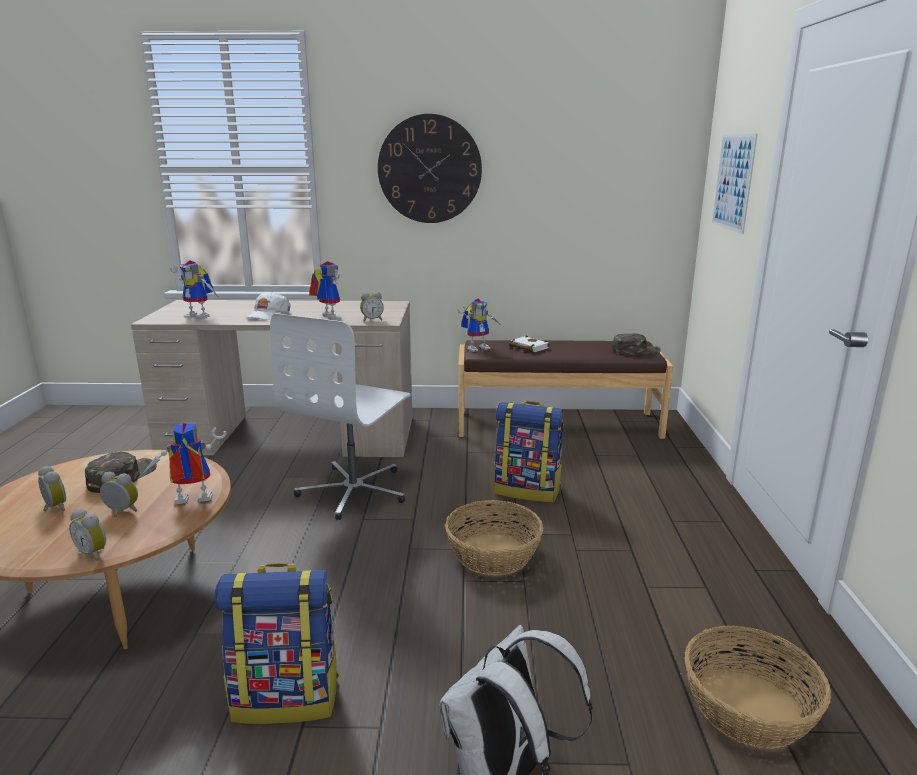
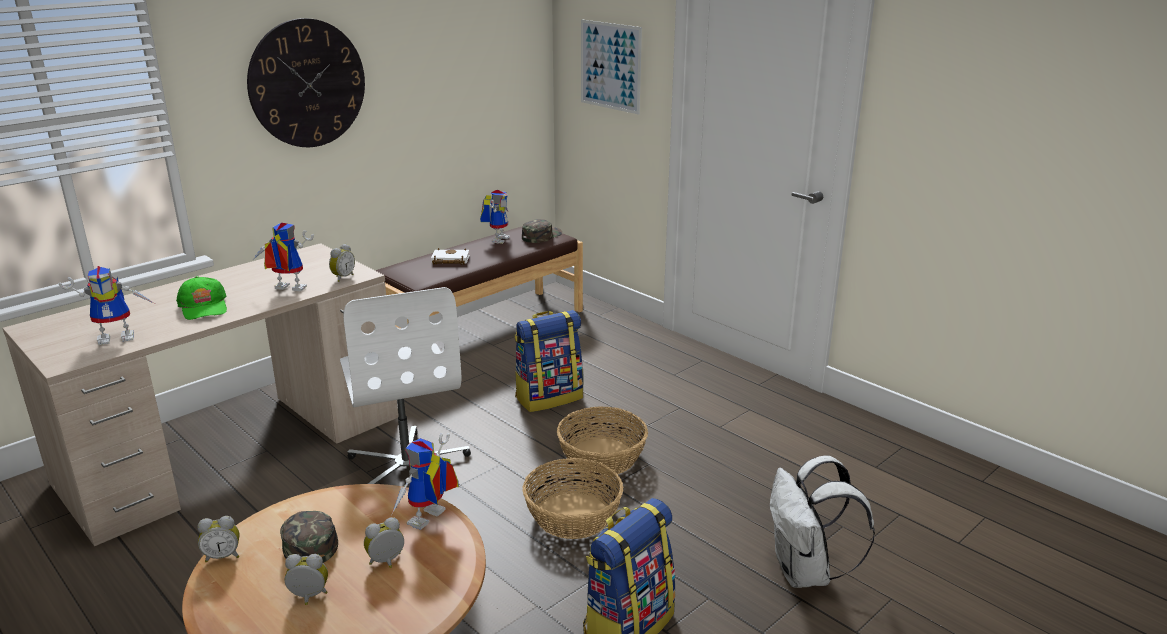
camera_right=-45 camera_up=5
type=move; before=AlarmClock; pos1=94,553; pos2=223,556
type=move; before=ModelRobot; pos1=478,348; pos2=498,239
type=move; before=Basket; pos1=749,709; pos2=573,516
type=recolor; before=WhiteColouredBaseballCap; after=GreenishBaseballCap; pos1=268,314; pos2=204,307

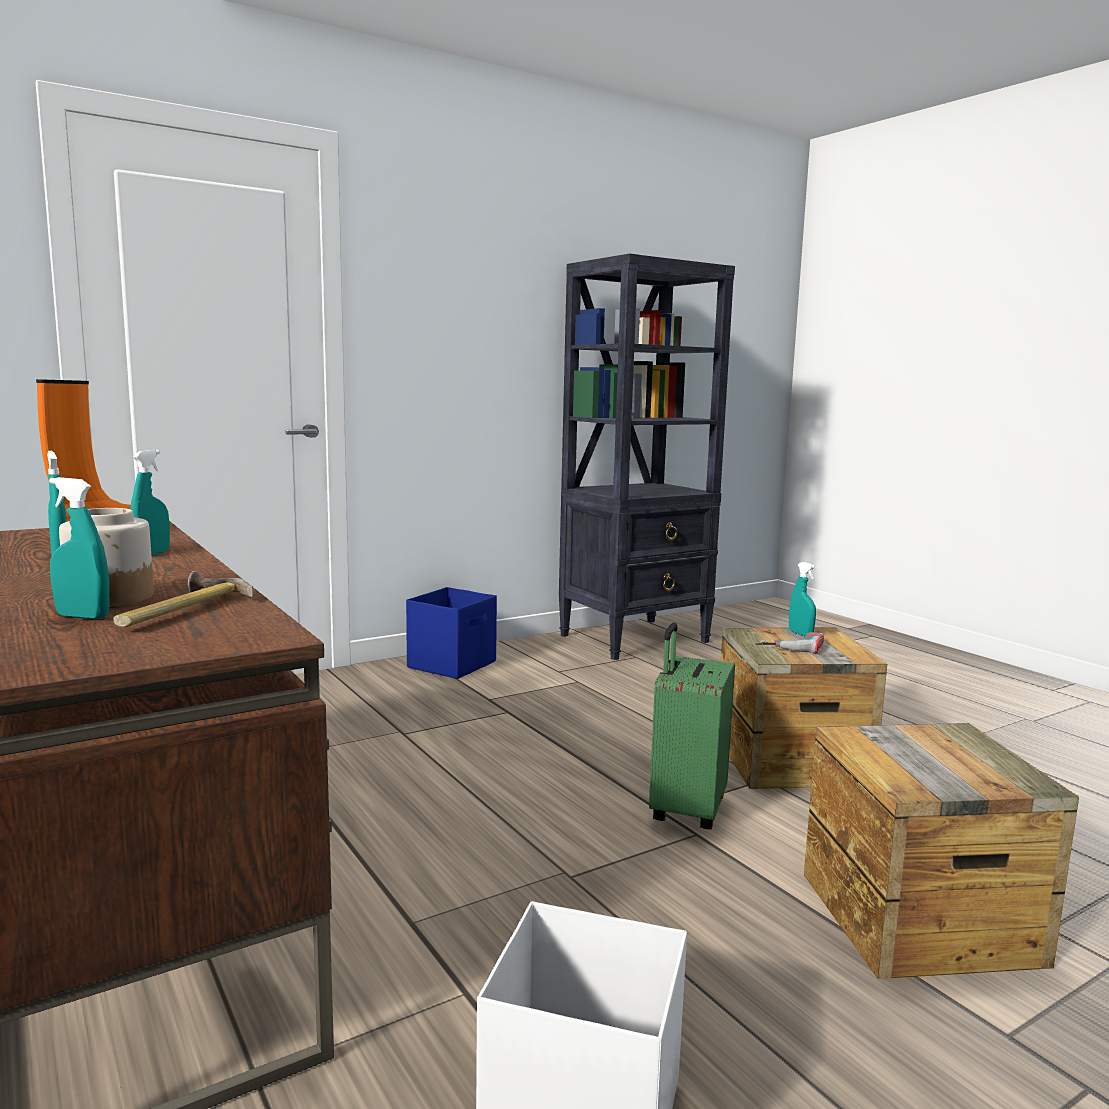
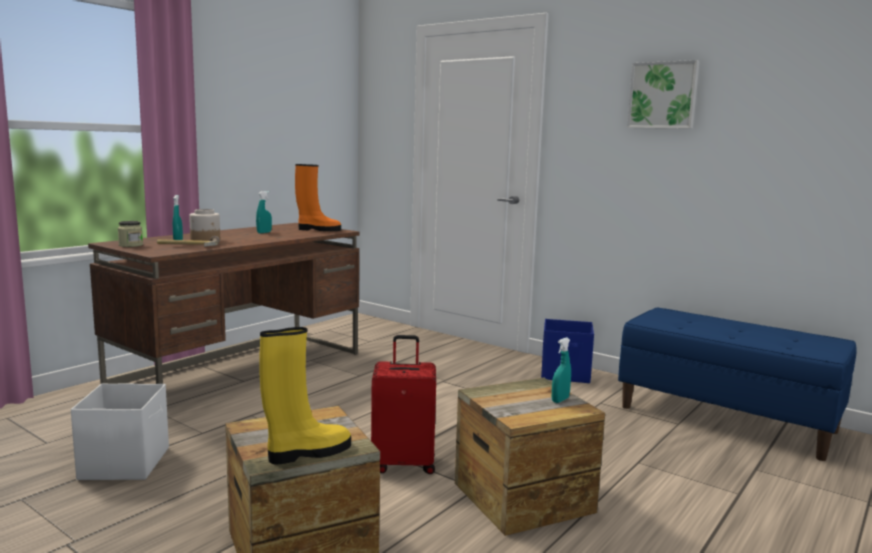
camera_right=70 camera_up=0
type=delete; before=TurquoiseColouredSprayer; pos1=152,554
type=delete; before=Drill; pos1=790,645
type=insert; after=Jar; pos2=131,245
type=insert; after=YellowishTallBoot; pos2=307,453
type=insert; after=Picture; pos2=663,95
type=replace; before=BlackColouredBookshelf; after=BlueIndoorBench; pos1=635,638; pos2=727,419
type=recolor; before=GreenishPieceOfLuggage; after=RedColouredPieceOfLuggage; pos1=685,809; pos2=404,464

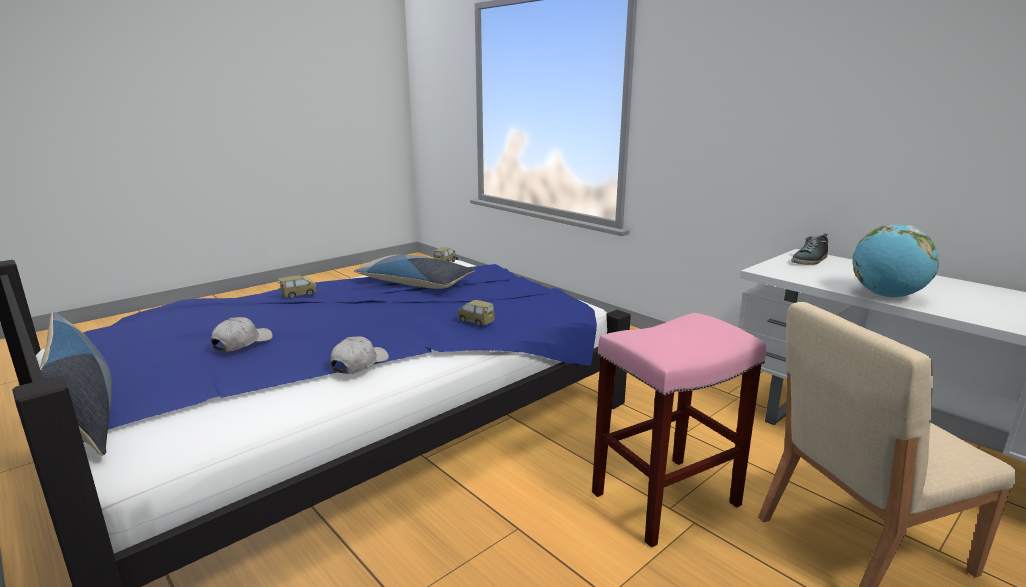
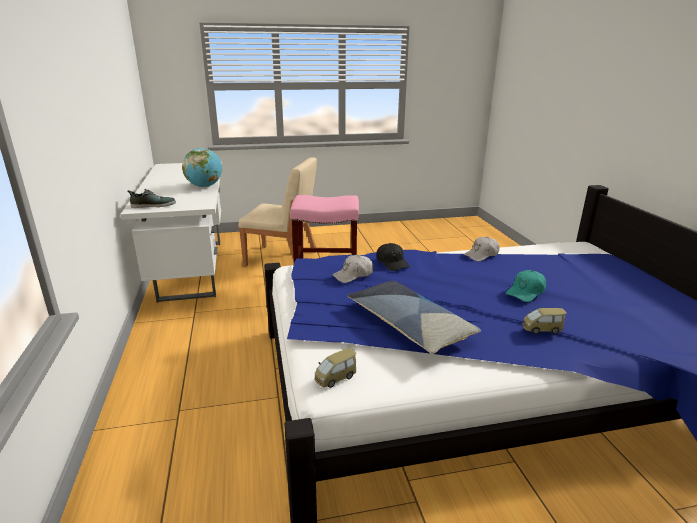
camera_right=-150 camera_up=5
type=delete; before=Cushion; pos1=87,416
type=insert; after=TurquoiseColouredBaseballCap; pos2=526,292
type=move; before=WhiteColouredBaseballCap; pos1=242,343; pos2=353,275
type=replace; before=ToyCar; after=BlackColouredBaseballCap; pos1=475,321; pos2=392,263

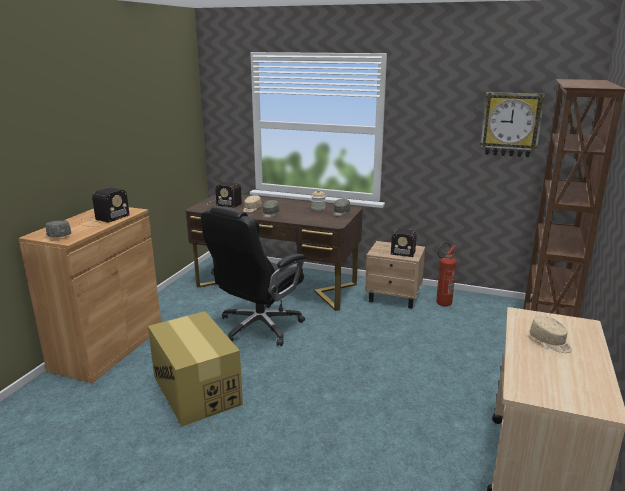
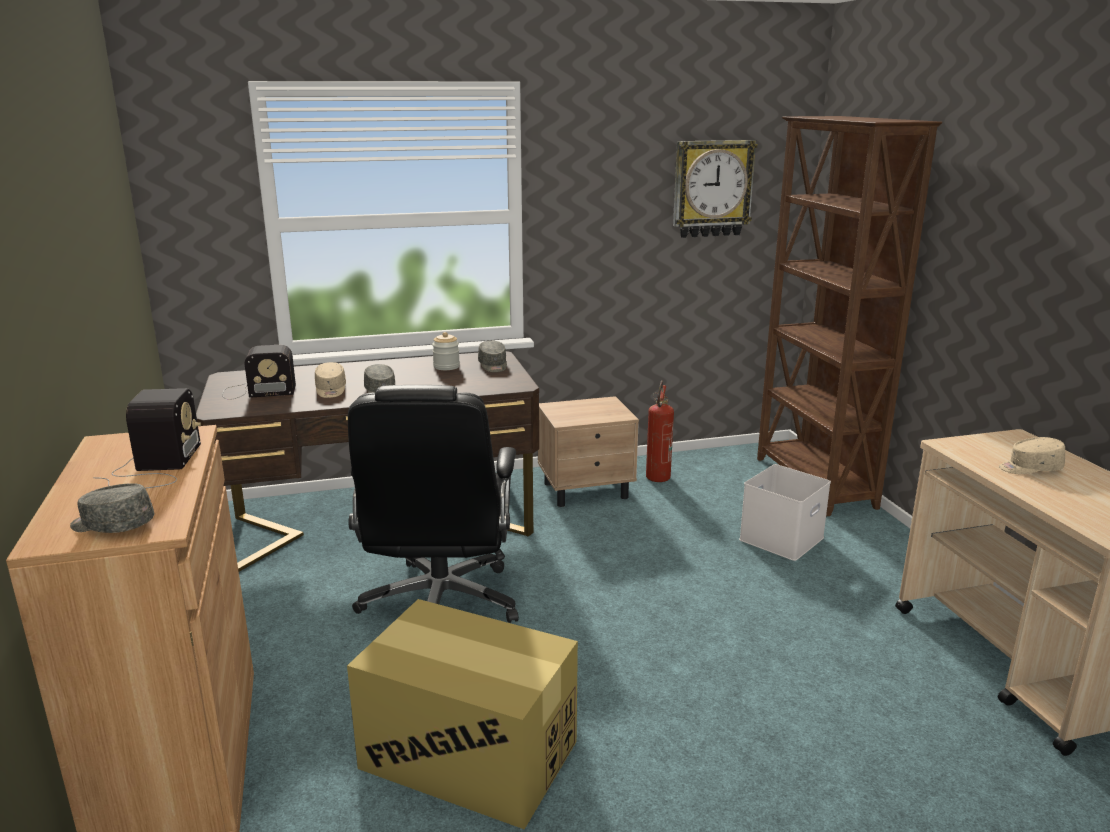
camera_right=-35 camera_up=0
type=delete; before=Radio; pos1=395,251
type=insert; after=WhiteColouredStorageContainer; pos2=781,537
type=rotate; before=BeigeBaseballCap; pos1=550,342; pos2=1029,468; turn=150

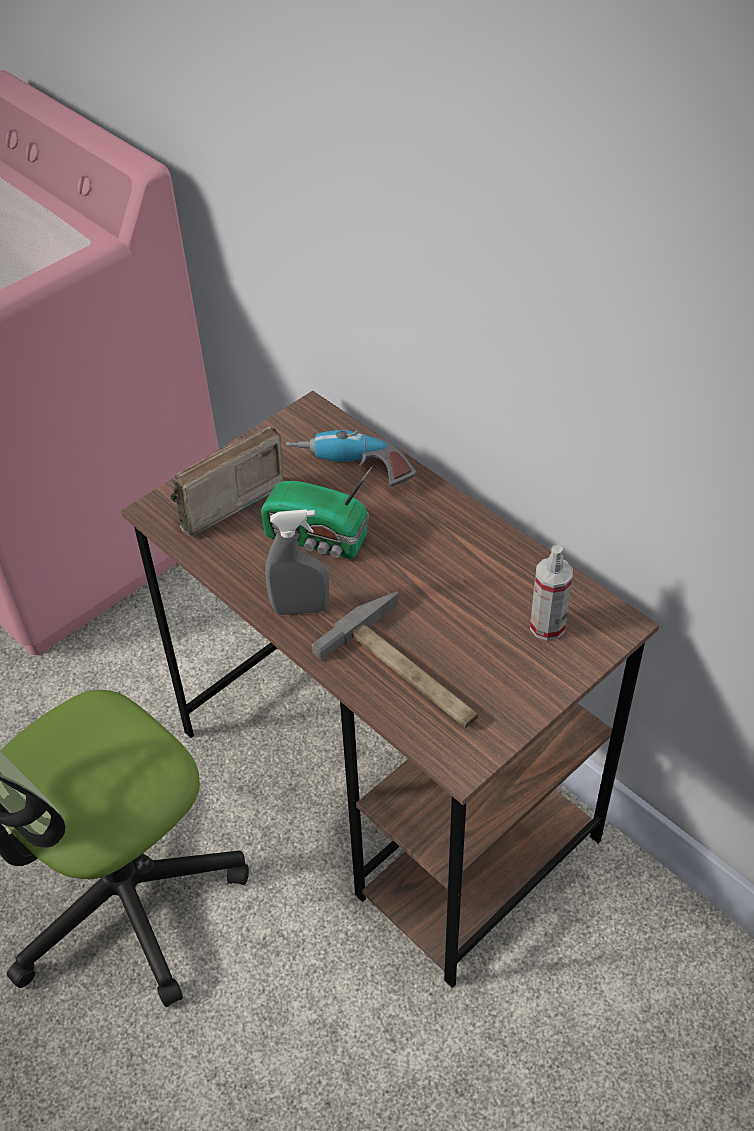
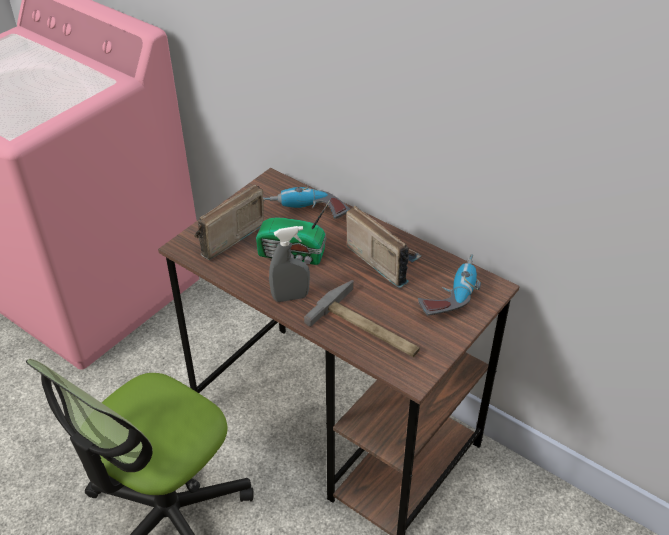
camera_right=-10 camera_up=-5
type=insert; after=Radio; pos2=383,259
type=replace; before=Sprayer; after=Drill; pos1=547,626; pos2=450,293

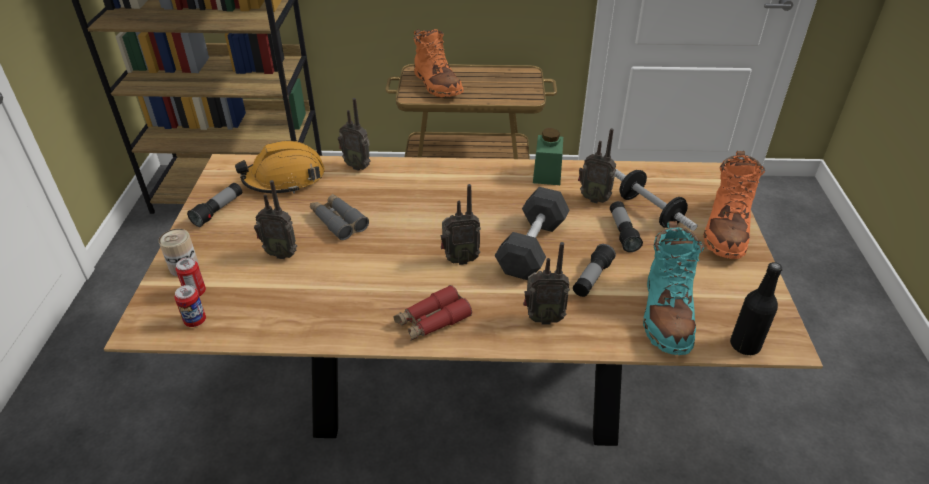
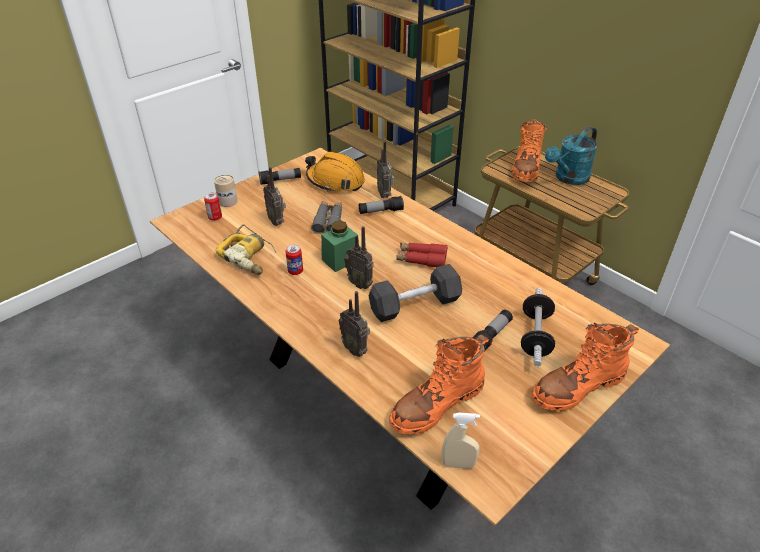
camera_right=45 camera_up=0
type=delete; before=Radio; pos1=593,198
type=insert; after=Drill; pos2=250,256
type=insert; after=TurquoiseColouredSprinklingCan; pos2=568,178
type=move; before=SealedCan; pos1=195,321; pos2=295,271
type=move; before=RedColouredFieldGlasses; pos1=432,321; pos2=421,259
type=move; before=GreenishJar; pos1=547,174; pos2=341,260
type=move; before=HandTorch; pos1=592,278; pos2=380,211
type=replace; before=BlackColouredDrinkBottle; after=BeigeSprayer; pos1=744,345; pos2=458,464
type=recolor; before=TurquoiseColouredTallBoot; after=OrangeColouredTallBoot; pos1=666,313; pos2=437,404

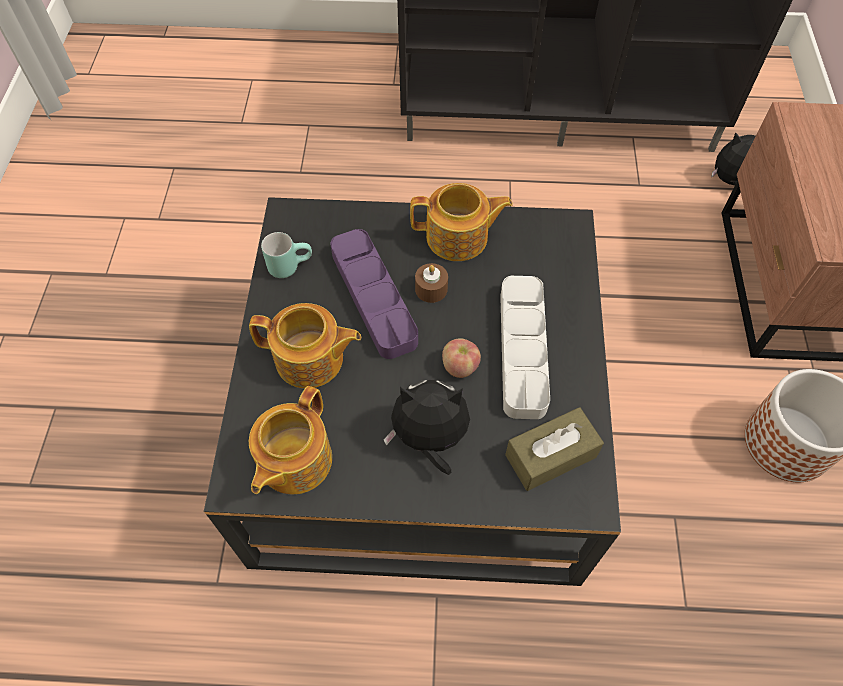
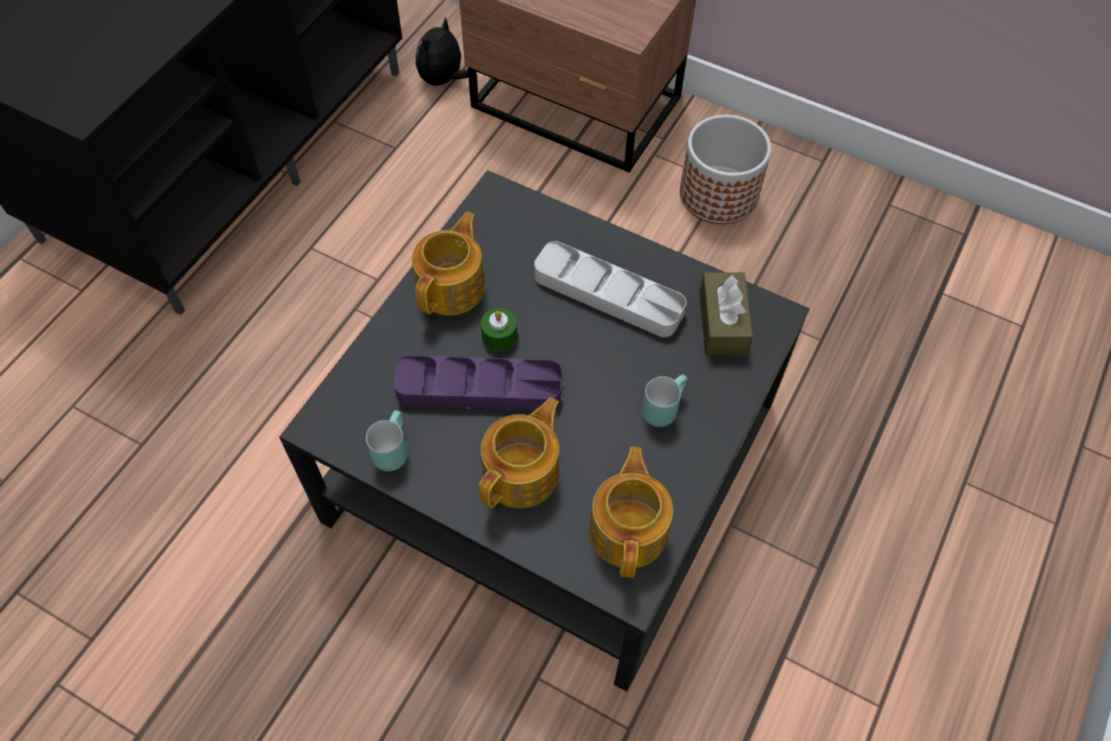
camera_right=-65 camera_up=0
type=delete; before=Apple; pos1=460,366
type=replace; before=PlushToy; after=TurquoiseColouredCoffeeMug; pos1=429,439; pos2=662,406
type=recolor; before=BrownColouredWaxLight; after=GreenishWaxLight; pos1=431,289; pos2=499,335
type=rotate; before=TeaPot; pos1=293,461; pos2=629,529; turn=-135

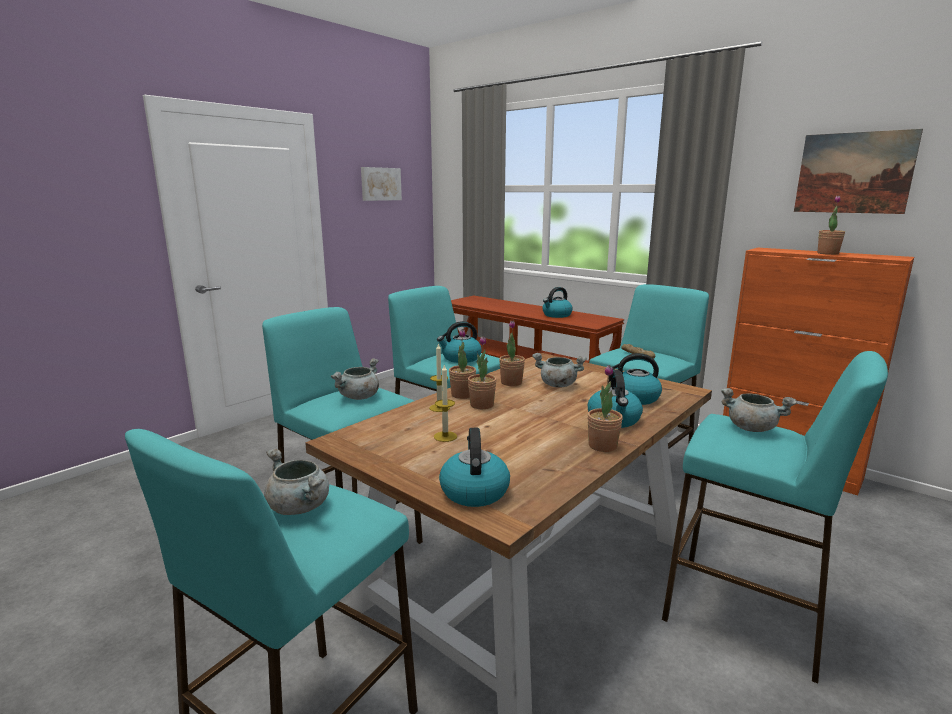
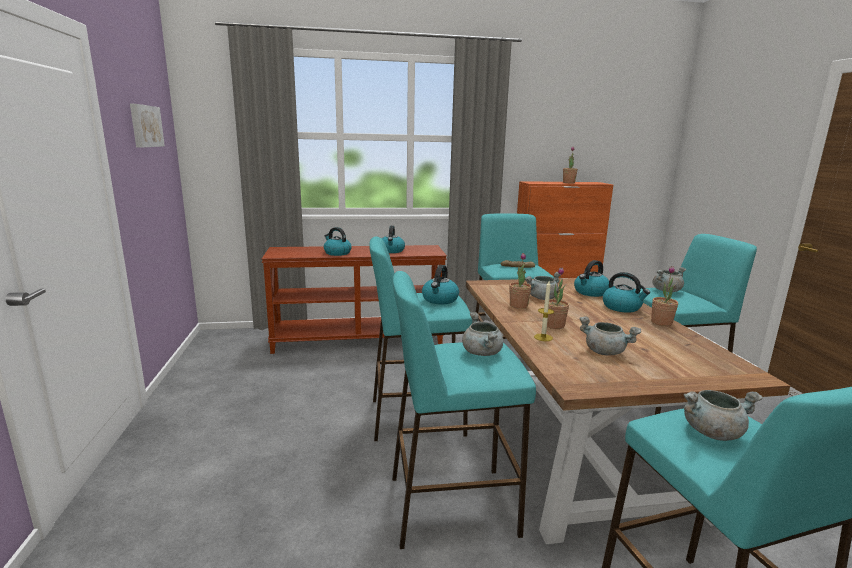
camera_right=-50 camera_up=0
type=delete; before=Houseplant; pos1=462,395
type=delete; before=Picture; pos1=853,173
type=move; before=WaterKettle; pos1=474,491; pos2=337,253
type=replace; before=WaxLight; after=GrayStockpot; pos1=445,436; pos2=605,352

